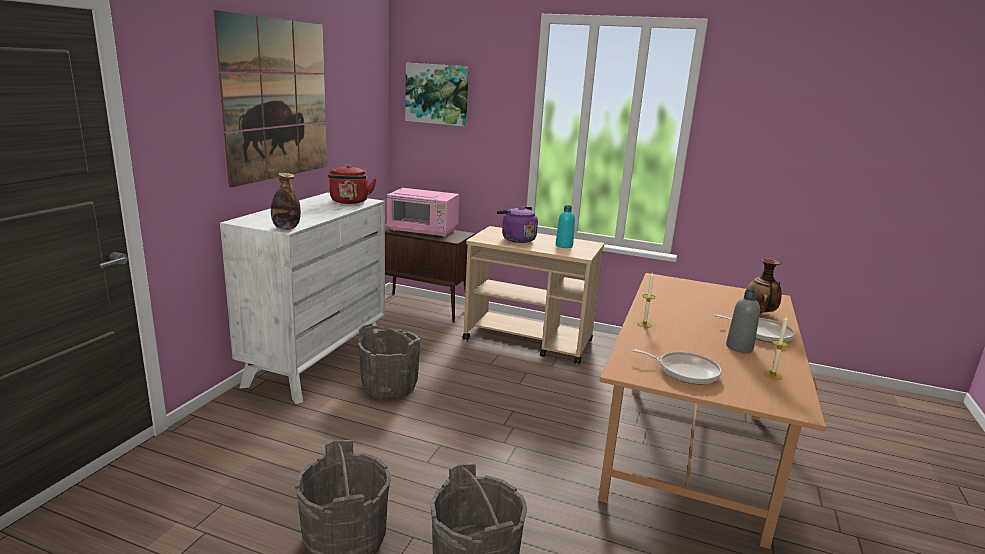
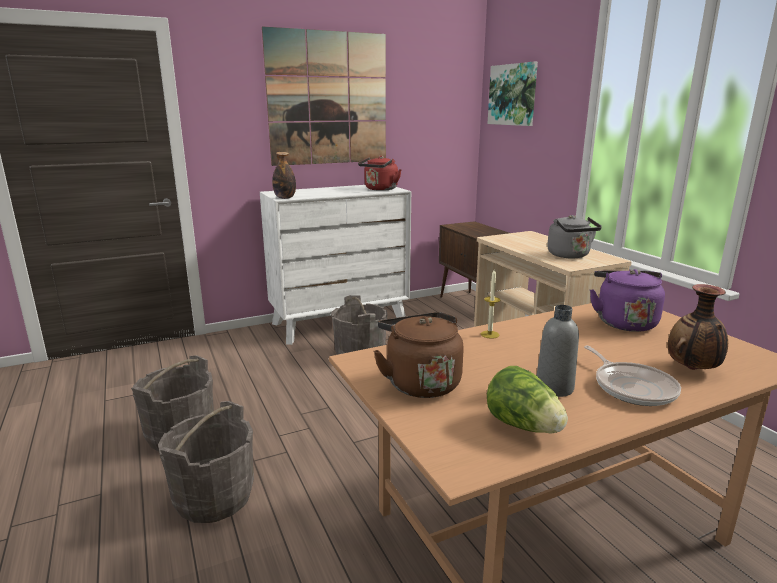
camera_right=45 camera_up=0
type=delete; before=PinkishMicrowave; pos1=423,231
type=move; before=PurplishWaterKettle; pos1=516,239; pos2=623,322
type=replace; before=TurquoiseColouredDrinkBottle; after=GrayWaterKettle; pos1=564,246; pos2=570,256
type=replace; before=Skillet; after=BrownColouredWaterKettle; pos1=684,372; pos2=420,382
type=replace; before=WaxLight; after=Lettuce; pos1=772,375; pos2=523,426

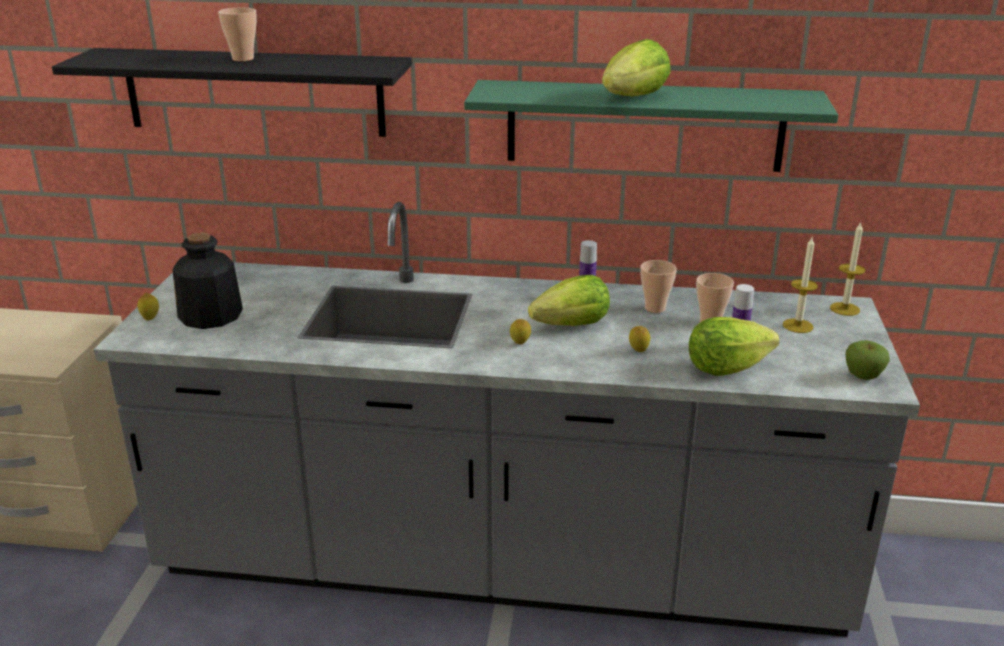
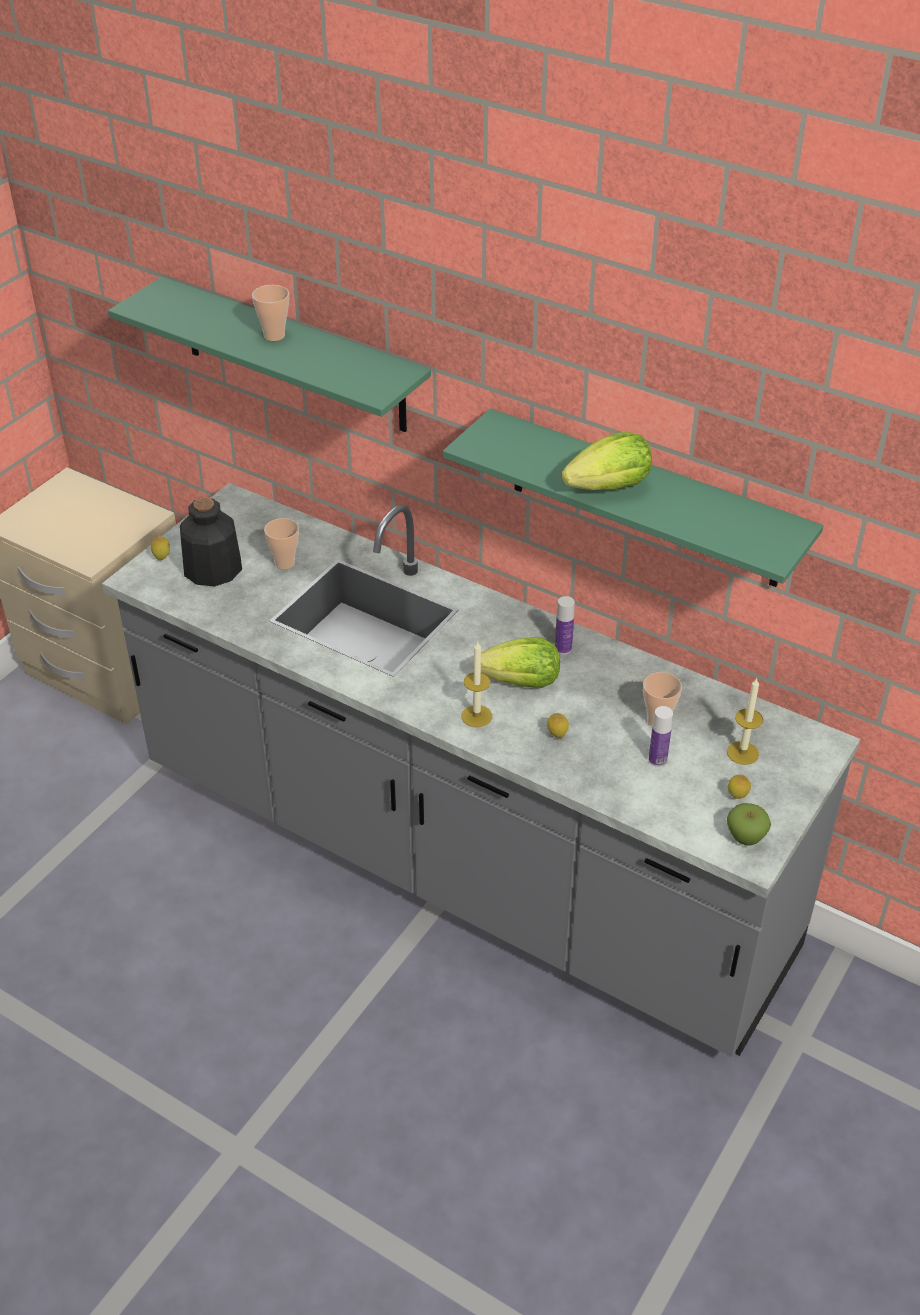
camera_right=25 camera_up=15
type=delete; before=Lettuce; pos1=726,368
type=move; before=WholeLemon; pos1=520,344; pos2=737,797
type=move; before=Cup; pos1=655,308; pos2=285,563
type=move; before=WaxLight; pos1=844,309; pos2=476,716
type=recolor; before=BlackColouredShelf; after=GreenishShelf; pos1=254,92; pos2=293,356

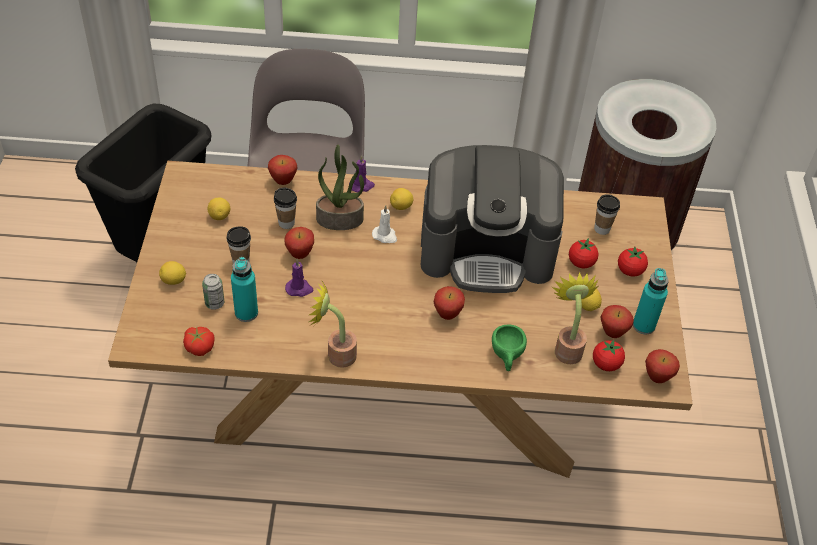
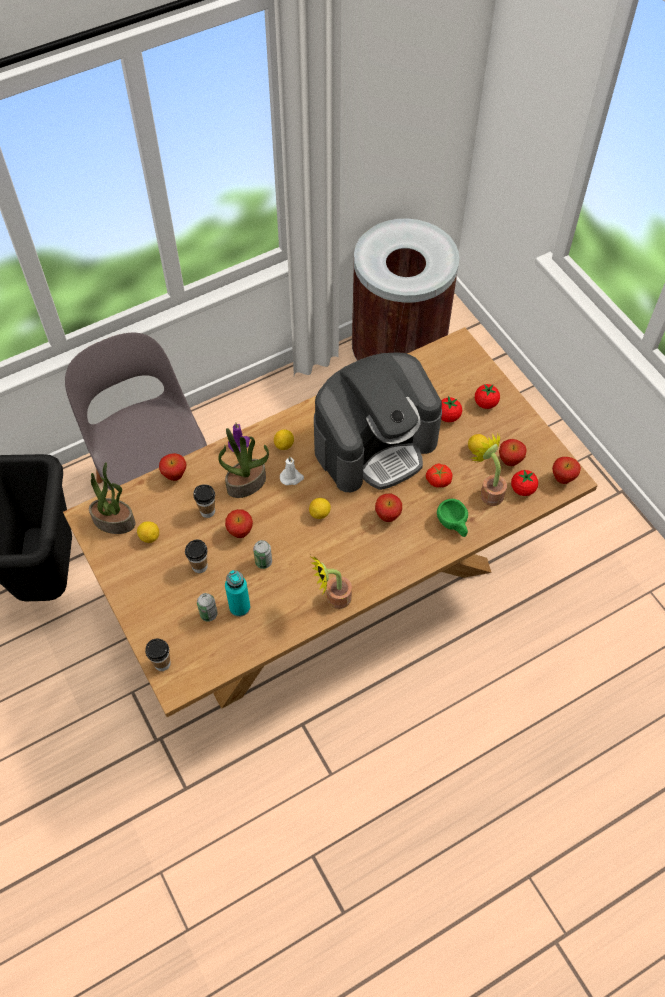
camera_right=-30 camera_up=10
type=delete; before=TurquoiseColouredDrinkBottle; pos1=643,325
type=insert; after=Houseplant; pos2=115,521
type=move; before=WholeLemon; pos1=173,281; pos2=320,513
type=move; before=FreshTomato; pos1=199,346; pos2=438,480
type=move; before=Cup; pos1=602,229; pos2=162,663
type=replace; before=PurplishWaxLight; after=SealedCan; pos1=299,289; pos2=263,562

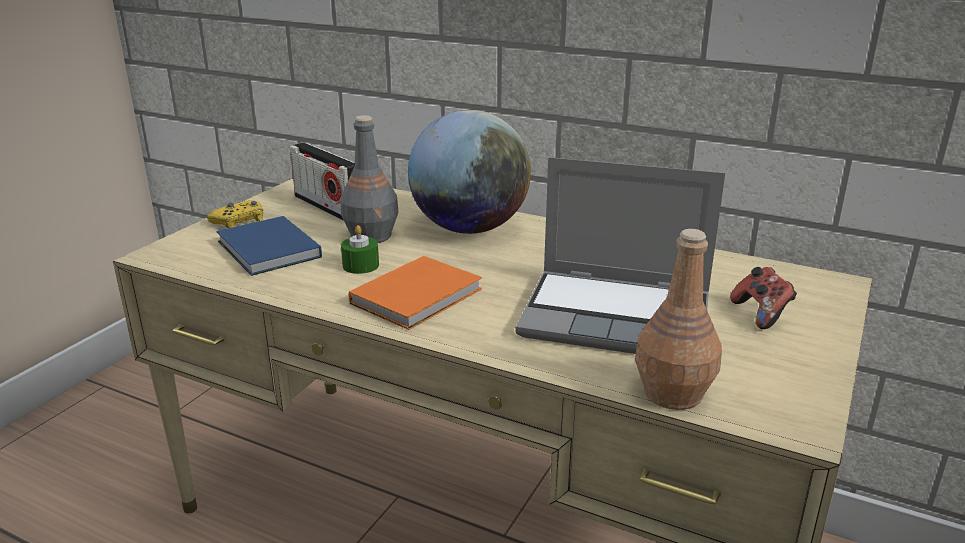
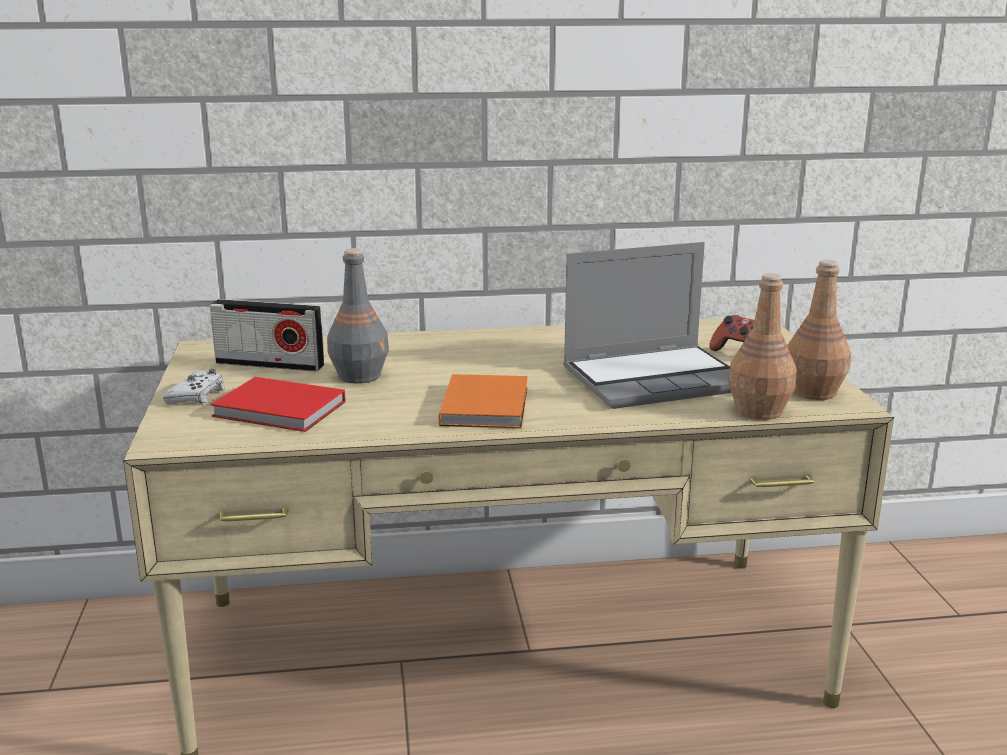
camera_right=-35 camera_up=-5
type=delete; before=GreenishWaxLight; pos1=361,265
type=delete; before=Globe; pos1=469,228
type=insert; after=BrownColouredDrinkBottle; pos2=813,391
type=recolor; before=YellowishJoypad; after=WhiteColouredJoypad; pos1=239,221; pos2=197,396
type=recolor; before=BlueBoundBook; after=RedColouredBoundBook; pos1=268,251; pos2=281,410

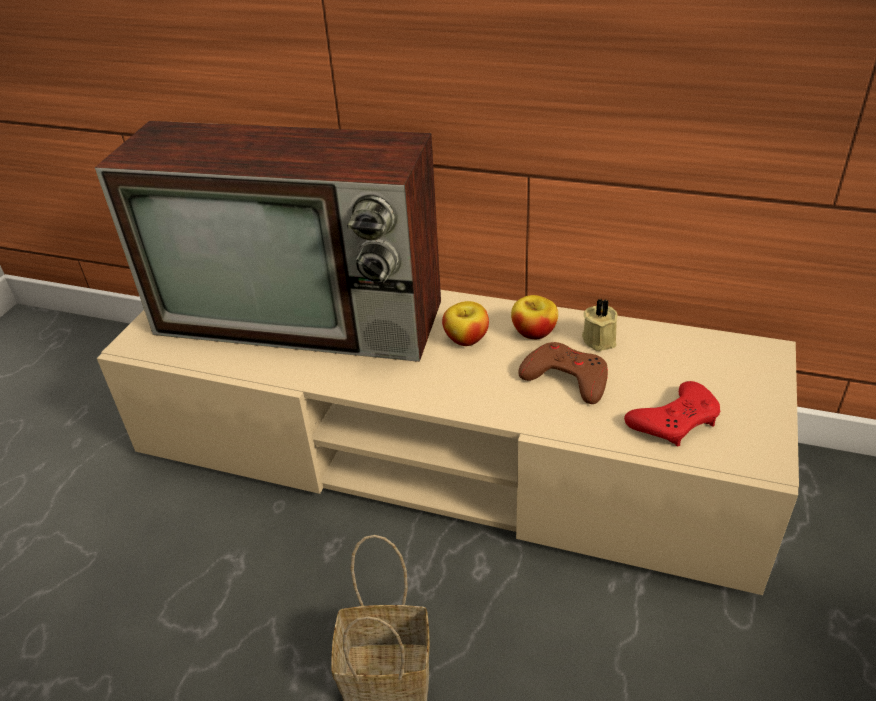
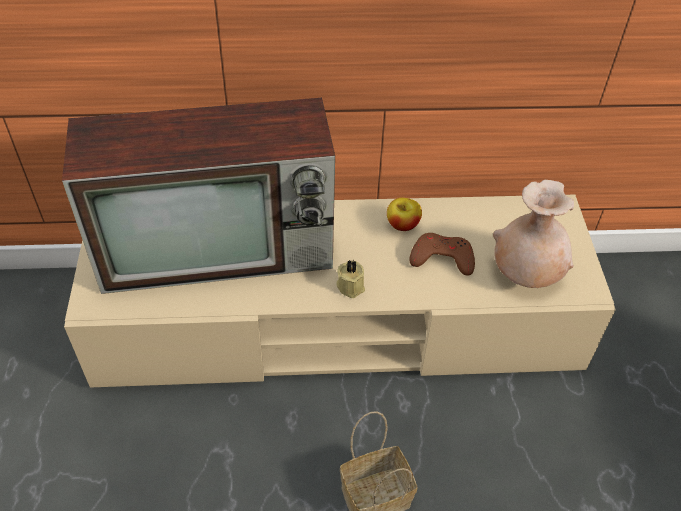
camera_right=-25 camera_up=10
type=delete; before=Apple; pos1=466,339
type=move; before=BeigeWaxLight; pos1=600,339; pos2=351,285
type=replace; before=RedColouredJoypad; after=BeigeVase; pos1=675,420; pos2=525,274

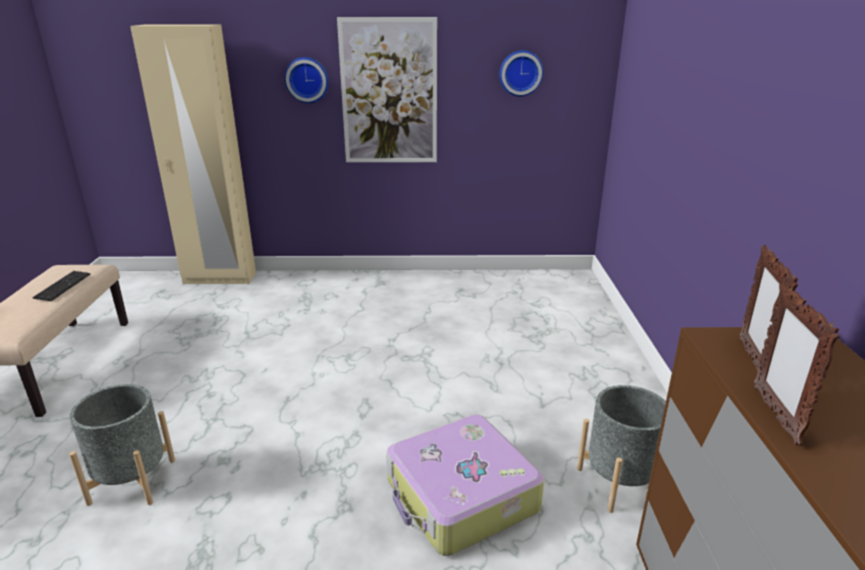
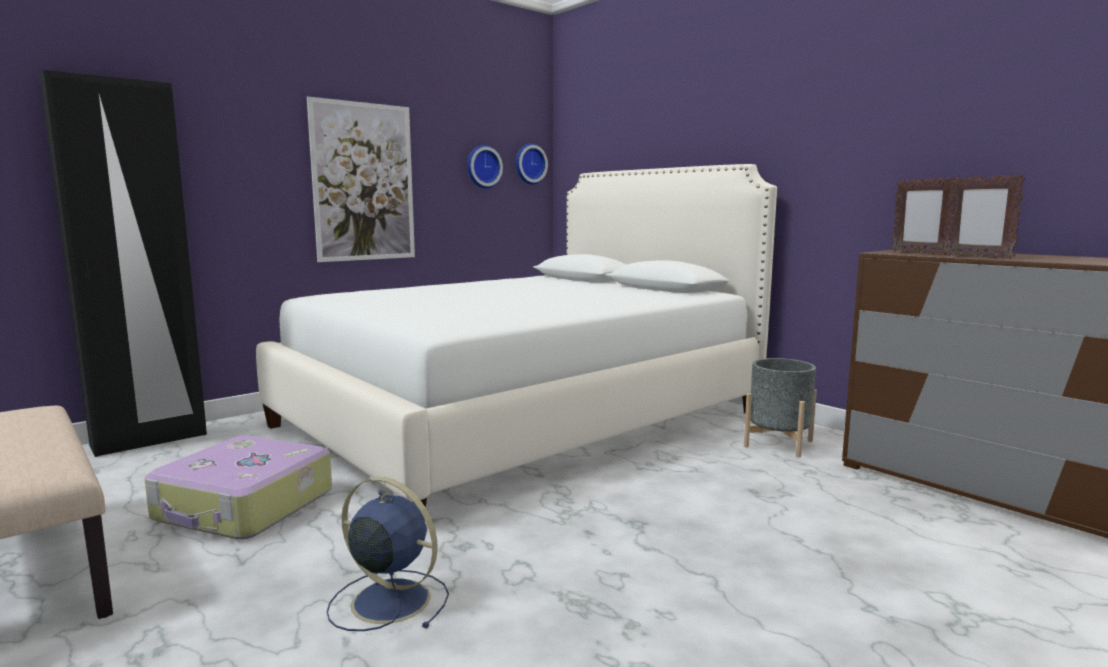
camera_right=-40 camera_up=-15
type=delete; before=ComputerKeyboard; pos1=63,287
type=insert; after=WhiteColouredBedroomBed; pos2=522,419
type=move; before=ClockOnTheWall; pos1=307,79; pos2=529,164
type=move; before=PieceOfLuggage; pos1=461,497; pos2=244,506
type=replace; before=GrayPlantPot; after=BlueElectricFan; pos1=132,481; pos2=388,600
type=recolor; before=BeigeClothesCupboard; after=BlackColouredClothesCupboard; pos1=219,279; pos2=149,440

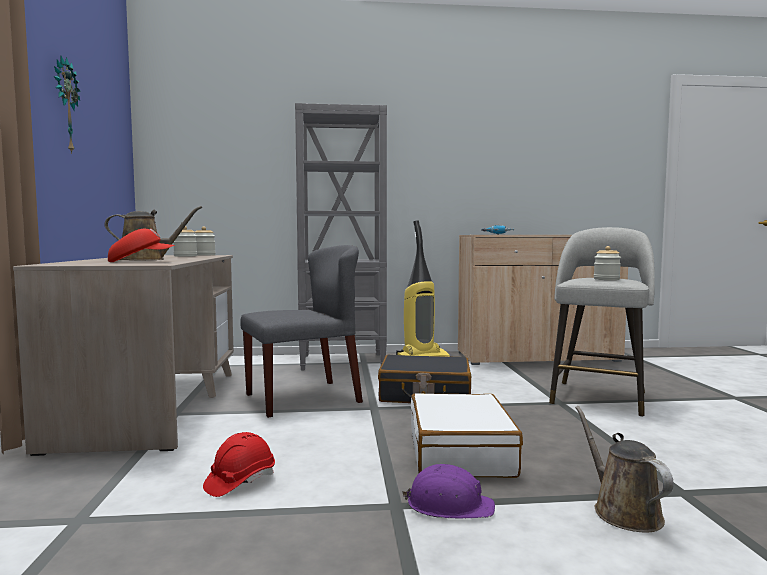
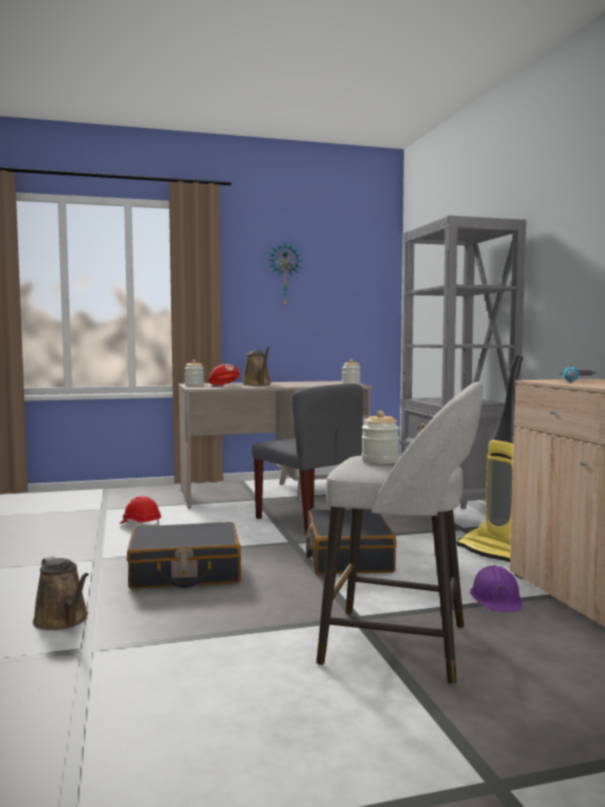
camera_right=80 camera_up=0
type=move; before=Jar; pos1=185,256; pos2=194,385
type=move; before=PurplishWorkHelmet; pos1=449,505; pos2=496,599
type=recolor; before=WhiteColouredPieceOfLuggage; after=BlackColouredPieceOfLuggage; pos1=461,453; pos2=185,572
type=rotate; before=BrownColouredSprinklingCan; pos1=622,511; pos2=63,620; turn=75

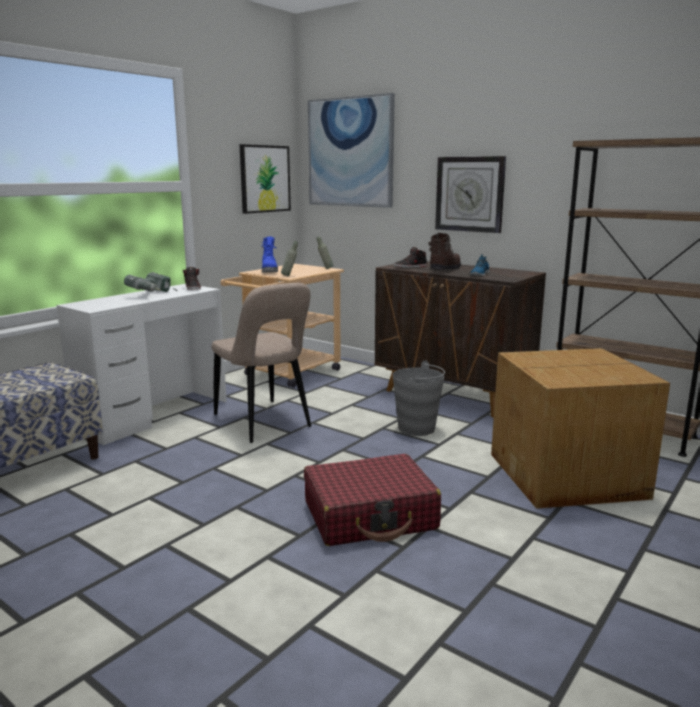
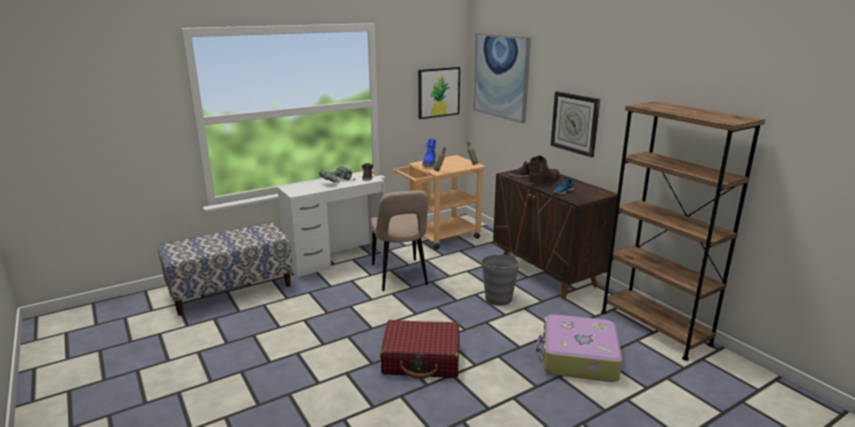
camera_right=20 camera_up=5
type=replace; before=Carton; after=PieceOfLuggage; pos1=568,476; pos2=578,358

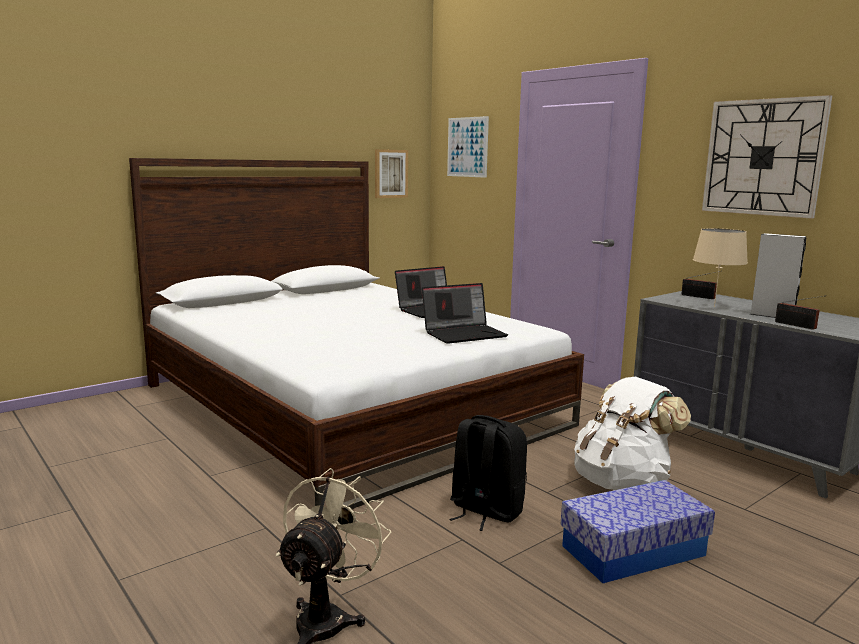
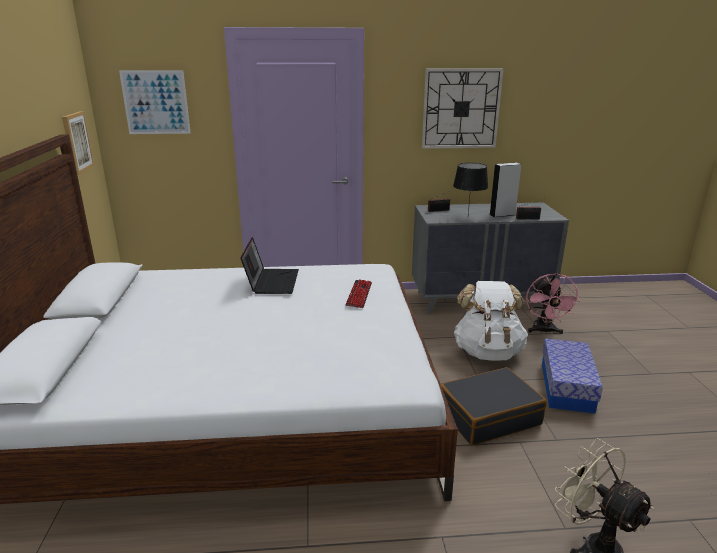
camera_right=-55 camera_up=10
type=insert; after=PinkishElectricFan; pos2=544,331
type=replace; before=Laptop; after=ComputerKeyboard; pos1=464,334; pos2=359,294
type=replace; before=BlackColouredBackpack; after=BlackColouredPieceOfLuggage; pos1=485,511; pos2=488,416
type=recolor; before=BeigeTableLamp; after=BlackColouredTableLamp; pos1=713,306; pos2=467,216

